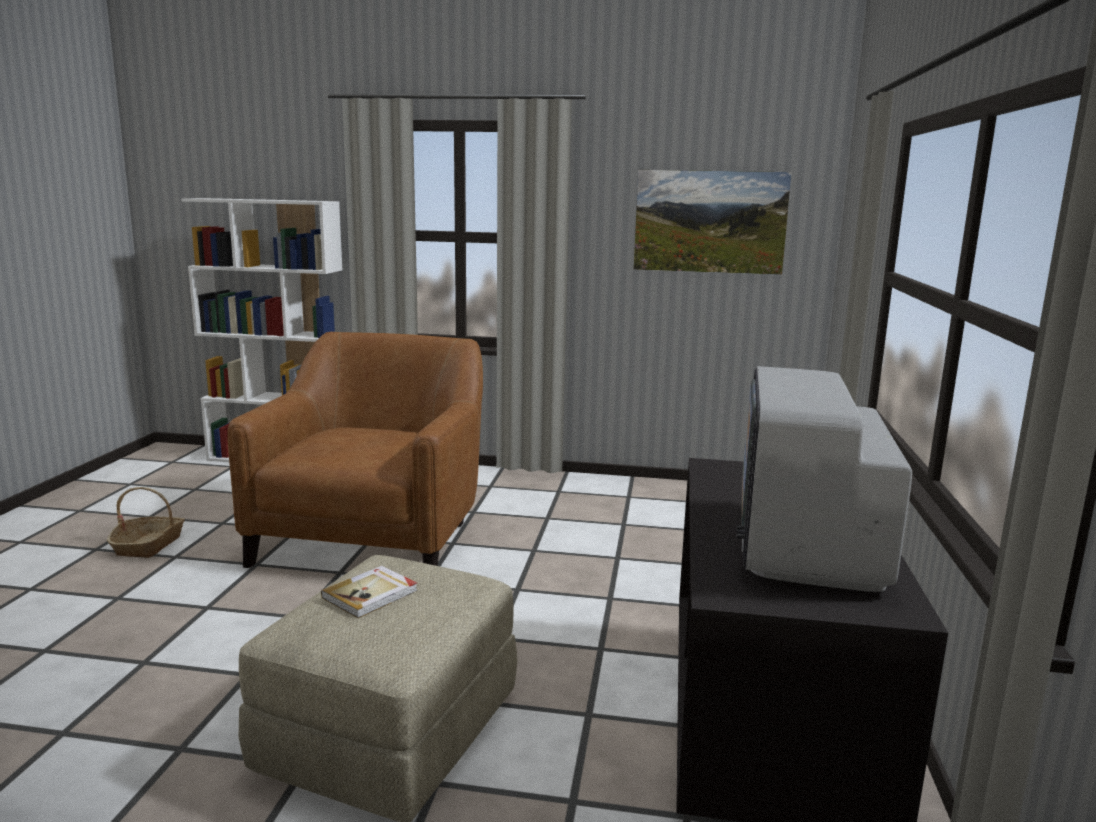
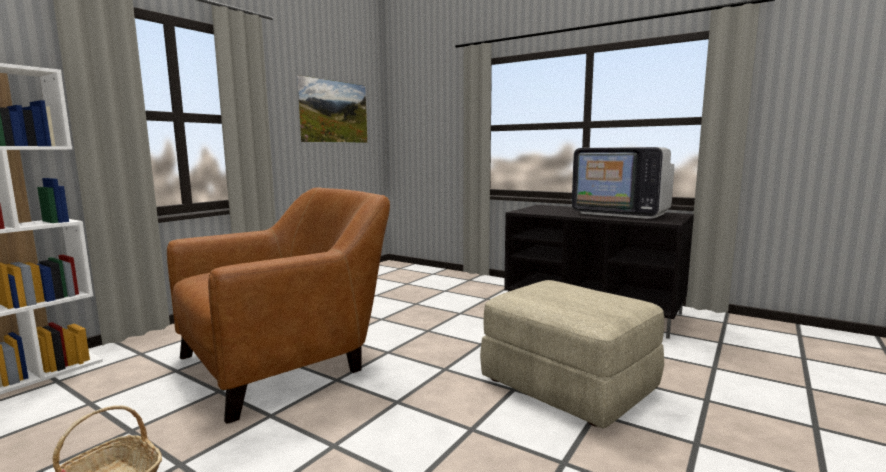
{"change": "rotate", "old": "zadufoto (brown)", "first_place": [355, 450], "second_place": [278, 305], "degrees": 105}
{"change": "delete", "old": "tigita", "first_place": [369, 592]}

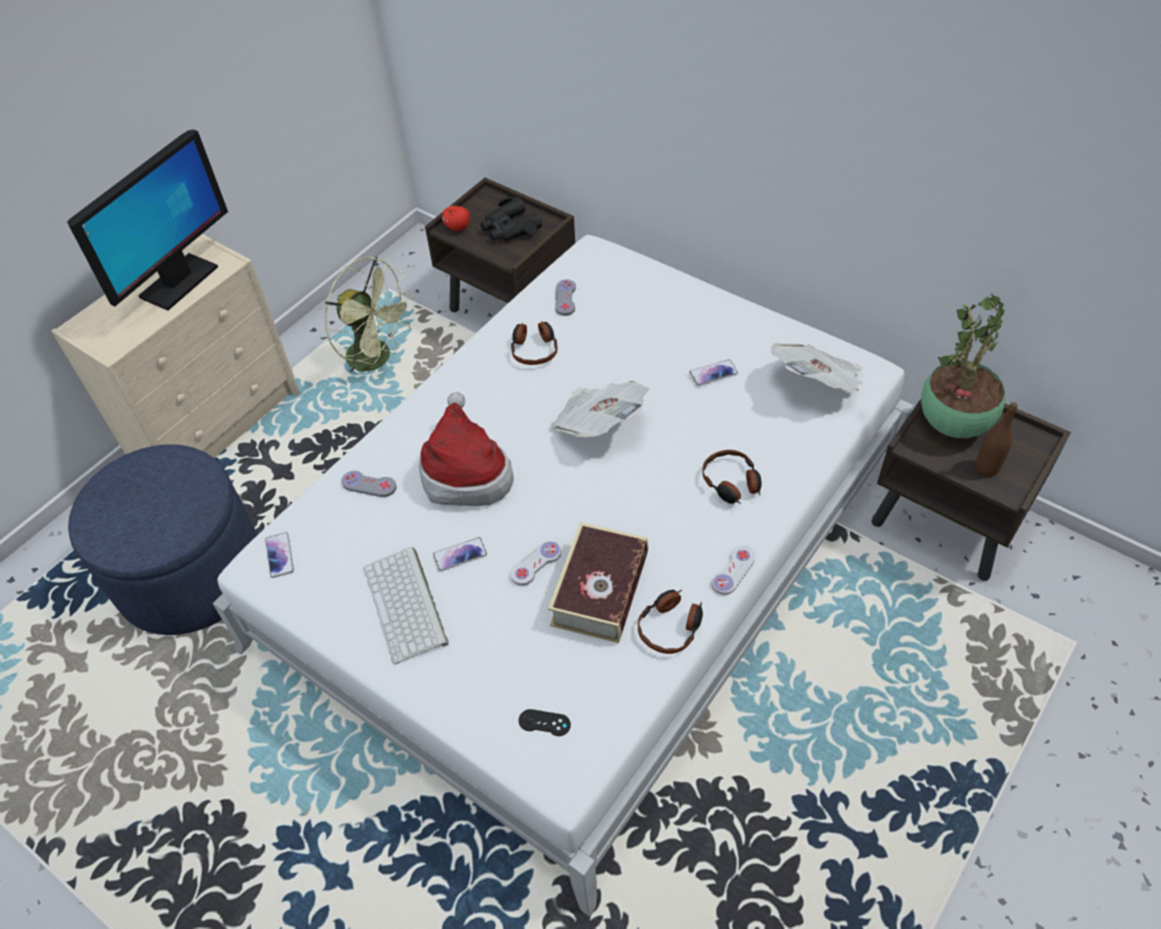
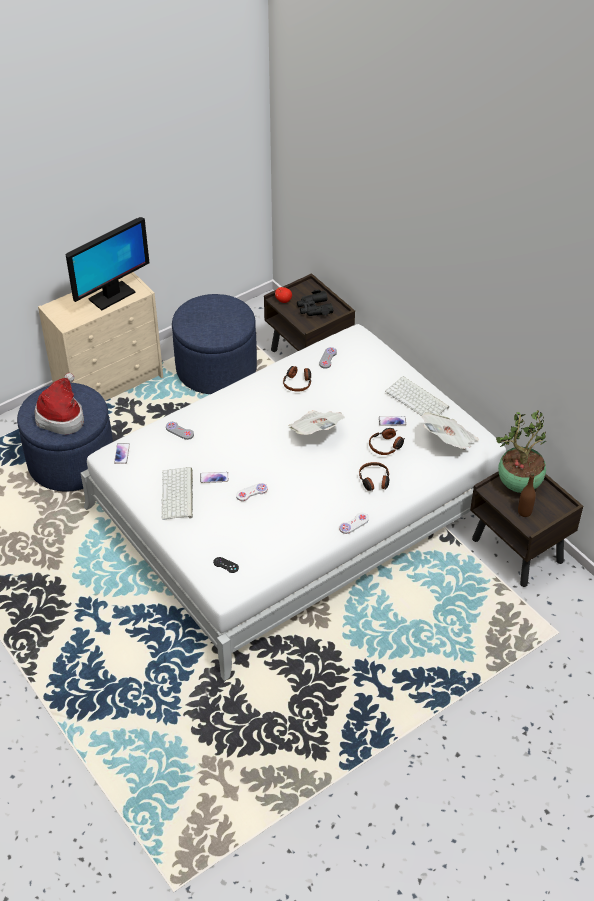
{"change": "replace", "old": "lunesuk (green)", "new": "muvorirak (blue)", "first_place": [369, 314], "second_place": [214, 344]}
{"change": "move", "old": "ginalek", "first_place": [466, 449], "second_place": [59, 404]}
{"change": "delete", "old": "tigita", "first_place": [598, 582]}
{"change": "move", "old": "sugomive", "first_place": [670, 622], "second_place": [387, 441]}
{"change": "insert", "new": "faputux", "second_place": [417, 396]}

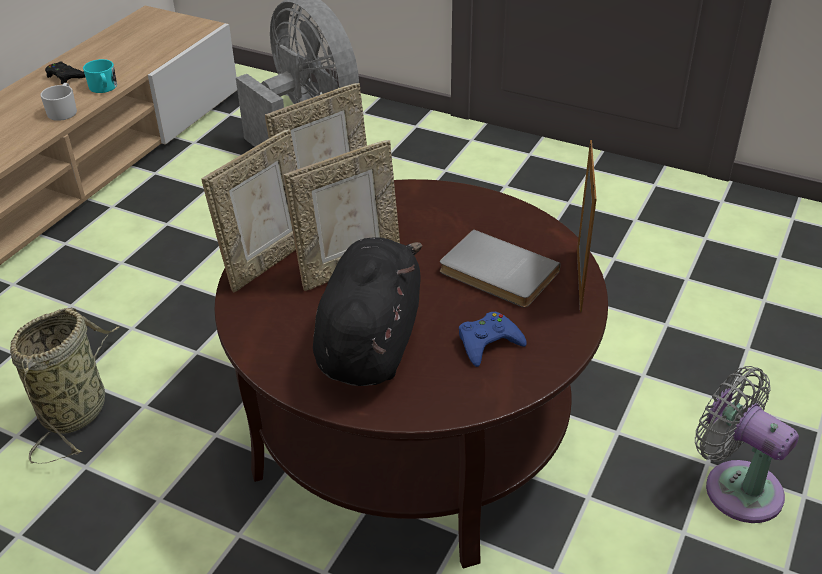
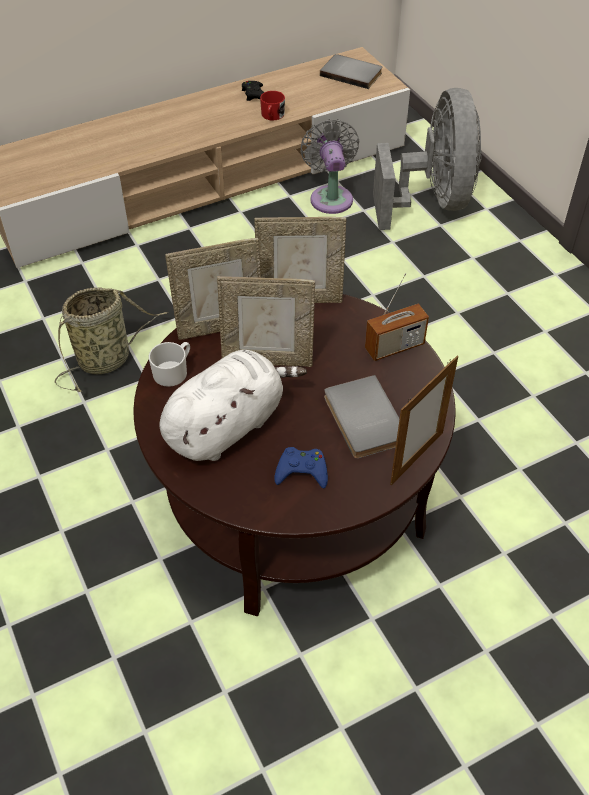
{"change": "move", "old": "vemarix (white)", "first_place": [58, 102], "second_place": [169, 364]}
{"change": "recolor", "old": "vemarix (turquoise)", "new": "vemarix (red)", "first_place": [100, 76], "second_place": [272, 105]}
{"change": "recolor", "old": "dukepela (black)", "new": "dukepela (white)", "first_place": [367, 311], "second_place": [233, 405]}
{"change": "move", "old": "lunesuk (grey)", "first_place": [747, 444], "second_place": [330, 166]}
{"change": "insert", "new": "tigita (grey)", "second_place": [351, 71]}
{"change": "insert", "new": "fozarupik", "second_place": [397, 317]}

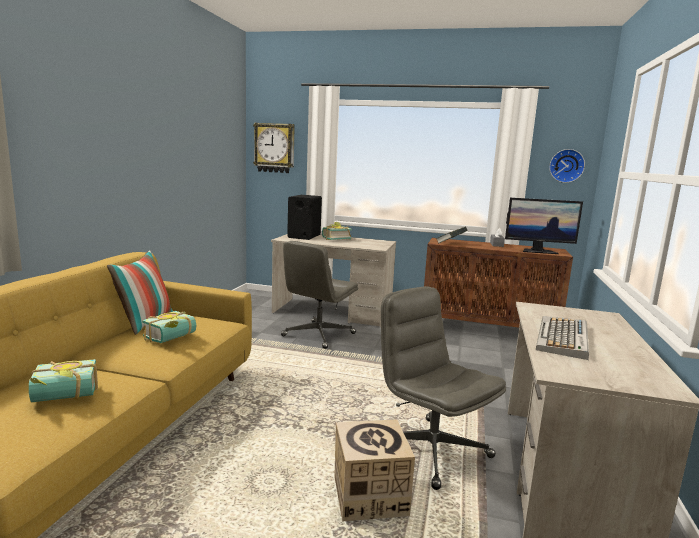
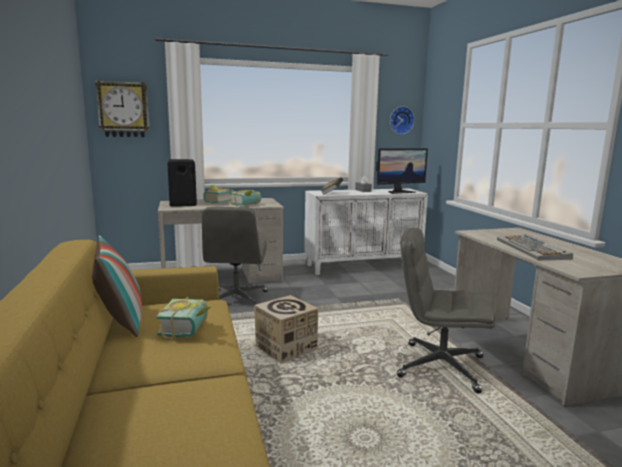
{"change": "move", "old": "tigita", "first_place": [63, 380], "second_place": [245, 198]}
{"change": "move", "old": "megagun", "first_place": [374, 471], "second_place": [286, 329]}
{"change": "recolor", "old": "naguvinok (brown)", "new": "naguvinok (white)", "first_place": [498, 283], "second_place": [366, 232]}

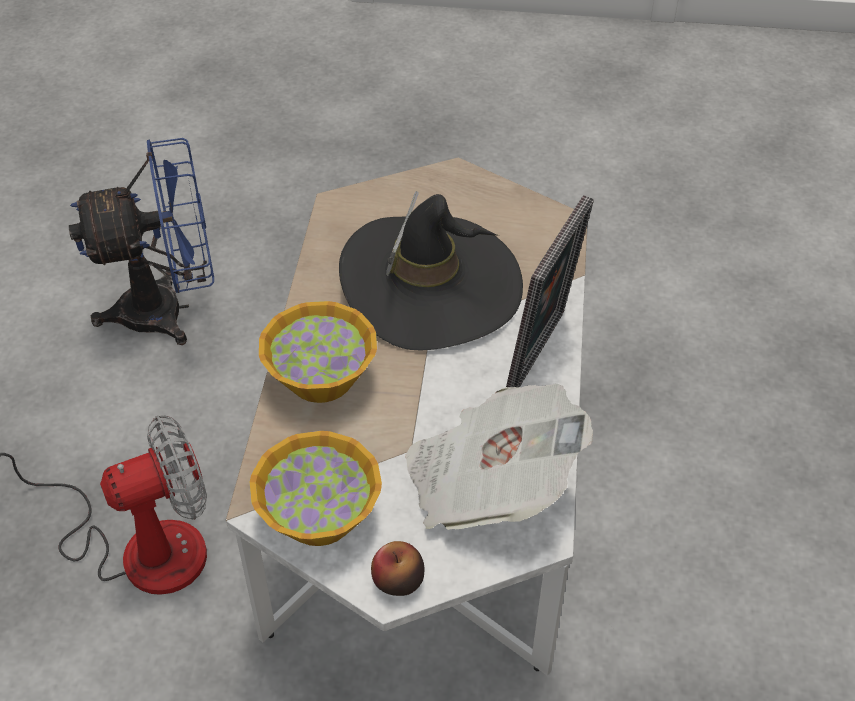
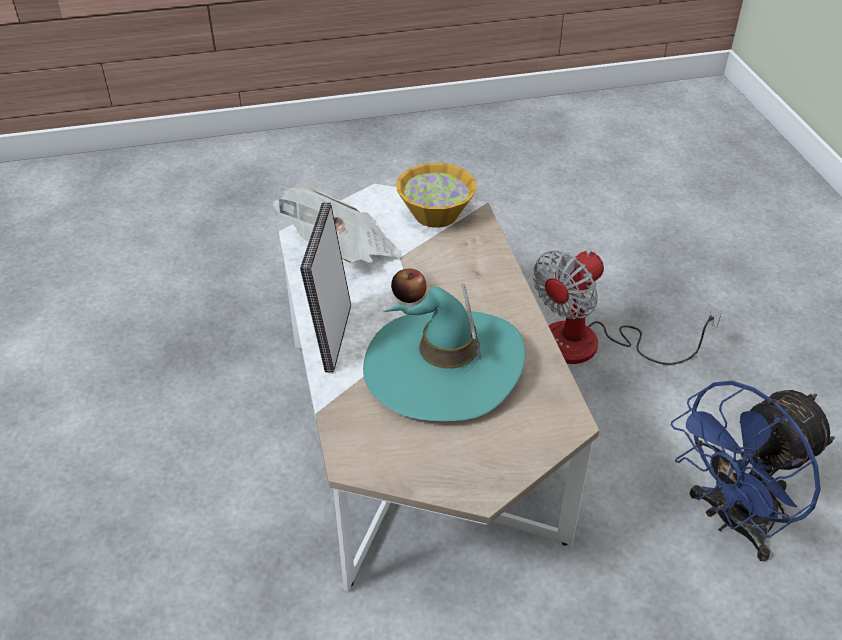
{"change": "delete", "old": "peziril", "first_place": [318, 352]}
{"change": "recolor", "old": "ginalek (black)", "new": "ginalek (turquoise)", "first_place": [431, 271], "second_place": [444, 352]}
{"change": "move", "old": "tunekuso", "first_place": [397, 568], "second_place": [408, 286]}

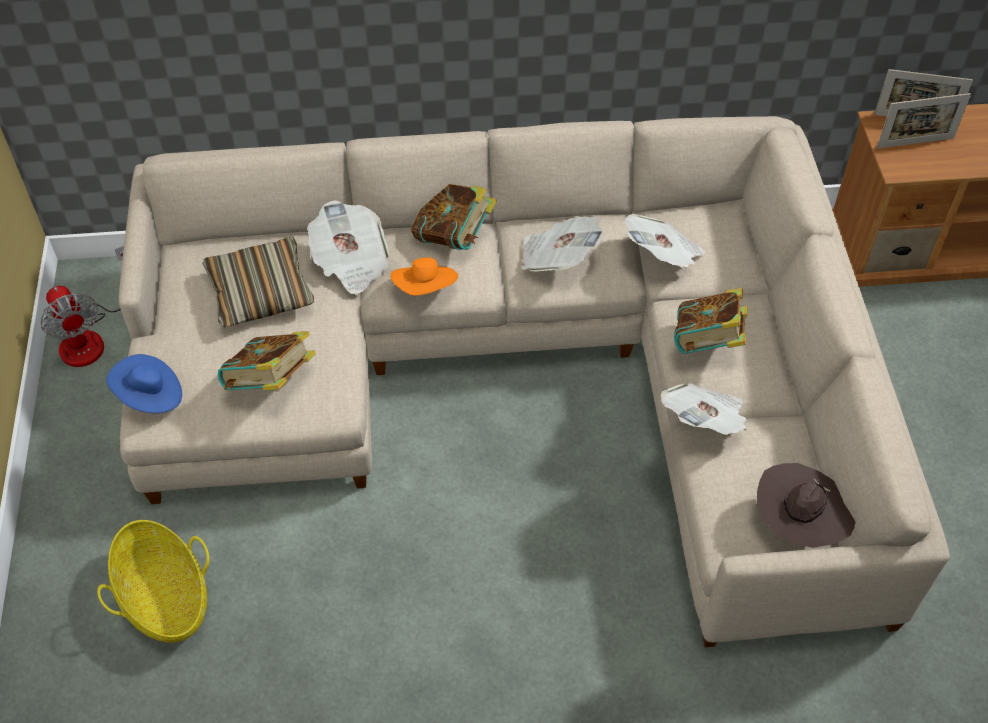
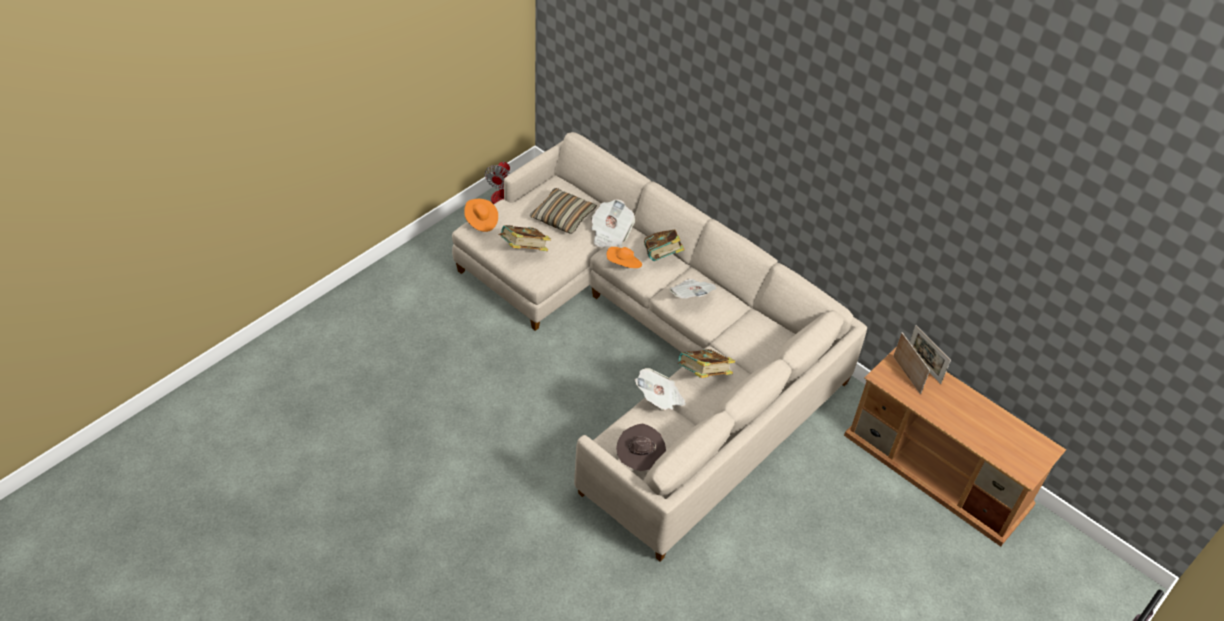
{"change": "delete", "old": "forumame", "first_place": [153, 581]}
{"change": "recolor", "old": "ginalek (blue)", "new": "ginalek (orange)", "first_place": [144, 383], "second_place": [481, 215]}
{"change": "delete", "old": "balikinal", "first_place": [665, 241]}
{"change": "rotate", "old": "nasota", "first_place": [924, 120], "second_place": [911, 363], "degrees": -150}

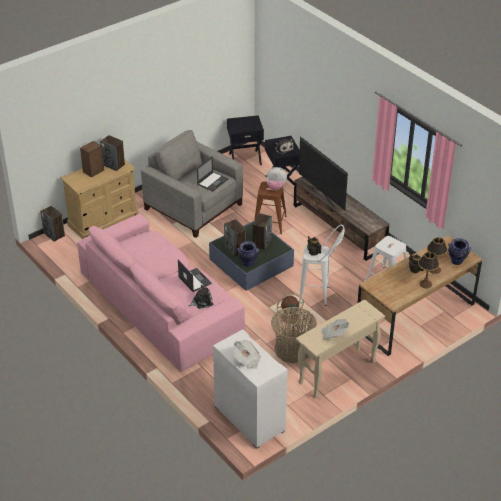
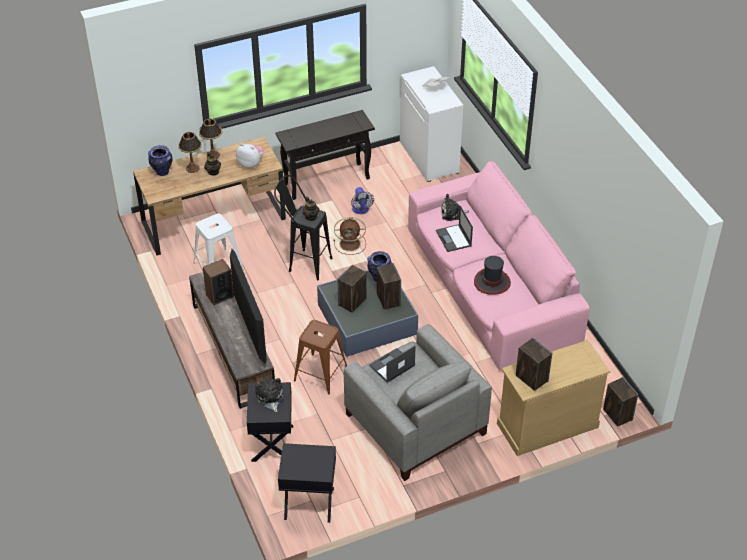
{"change": "move", "old": "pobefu", "first_place": [92, 159], "second_place": [218, 282]}
{"change": "move", "old": "dukepela", "first_place": [276, 179], "second_place": [249, 156]}
{"change": "replace", "old": "forumame", "new": "lunesuk", "first_place": [294, 335], "second_place": [362, 200]}
{"change": "recolor", "old": "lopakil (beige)", "new": "lopakil (black)", "first_place": [340, 348], "second_place": [325, 155]}
{"change": "recolor", "old": "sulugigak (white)", "new": "sulugigak (black)", "first_place": [322, 265], "second_place": [303, 227]}
{"change": "delete", "old": "balikinal", "first_place": [335, 329]}
{"change": "insert", "new": "ginalek", "second_place": [492, 275]}

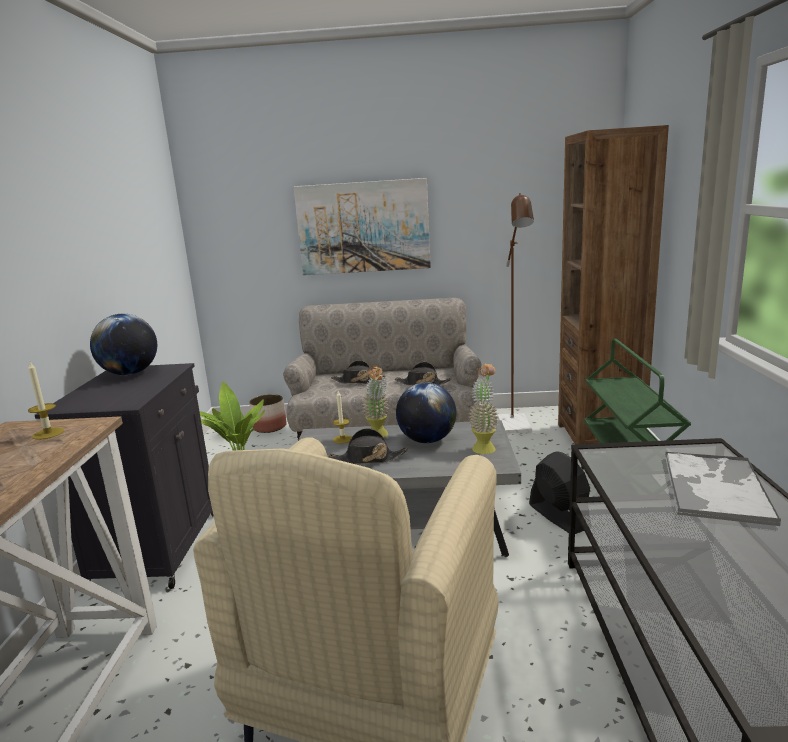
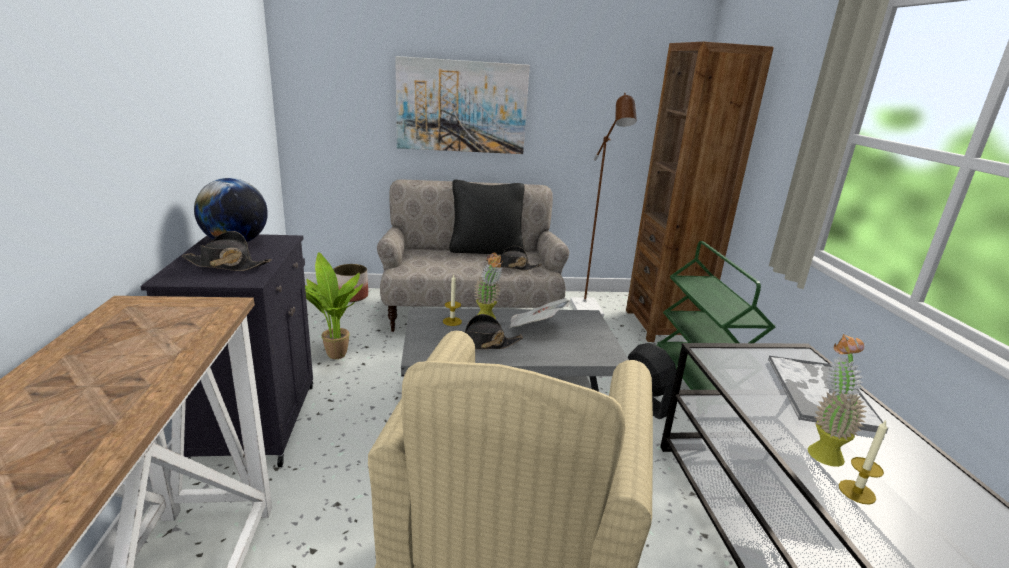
{"change": "move", "old": "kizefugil", "first_place": [46, 401], "second_place": [863, 462]}
{"change": "move", "old": "ginalek (black)", "first_place": [358, 372], "second_place": [227, 251]}
{"change": "replace", "old": "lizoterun", "new": "balikinal", "first_place": [426, 412], "second_place": [539, 313]}
{"change": "move", "old": "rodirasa", "first_place": [484, 408], "second_place": [837, 400]}
{"change": "insert", "new": "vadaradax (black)", "second_place": [487, 217]}

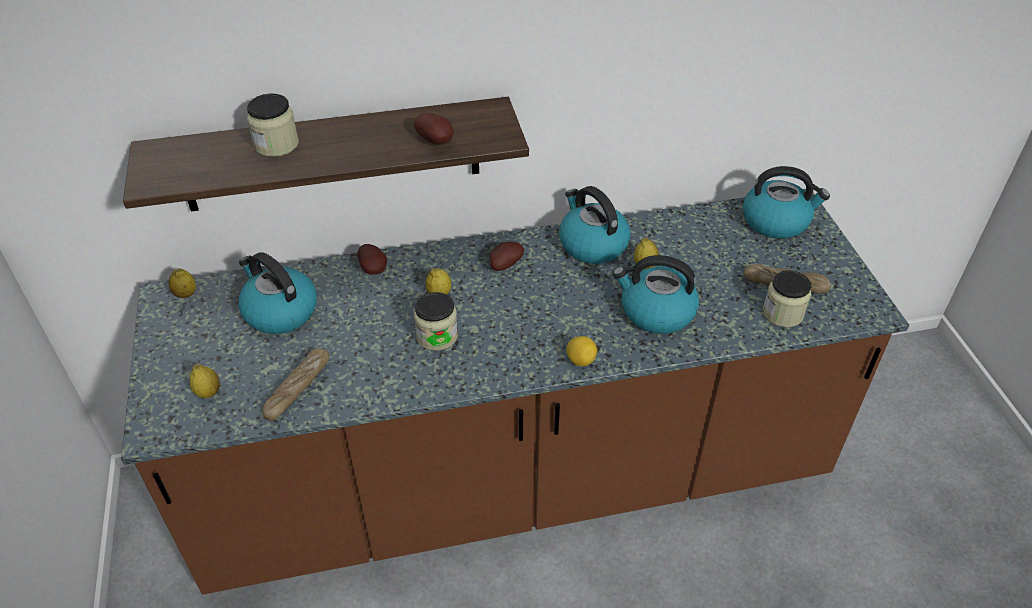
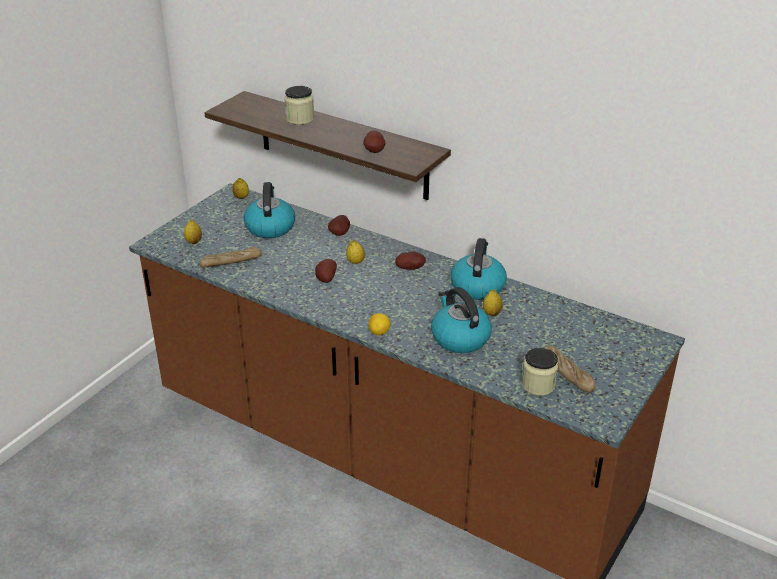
{"change": "replace", "old": "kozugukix", "new": "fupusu", "first_place": [436, 321], "second_place": [326, 271]}
{"change": "delete", "old": "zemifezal", "first_place": [786, 202]}

